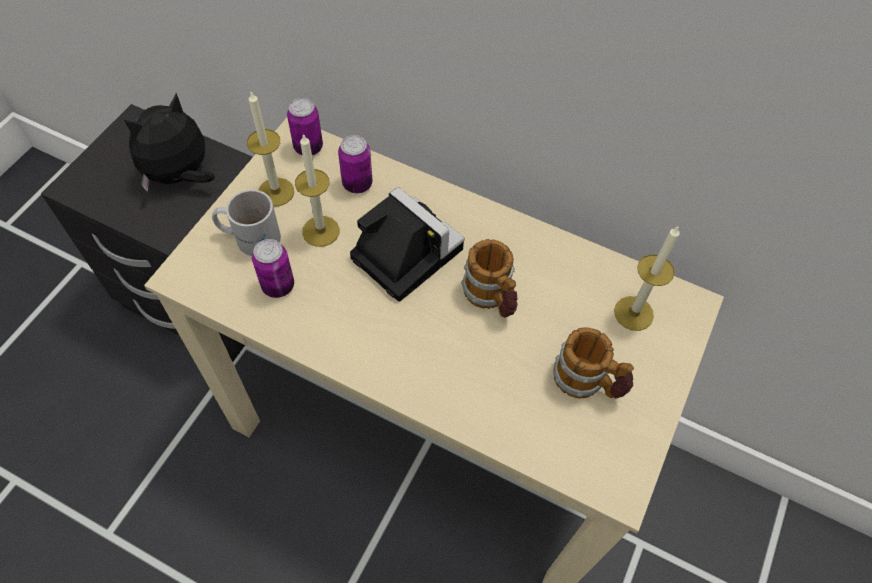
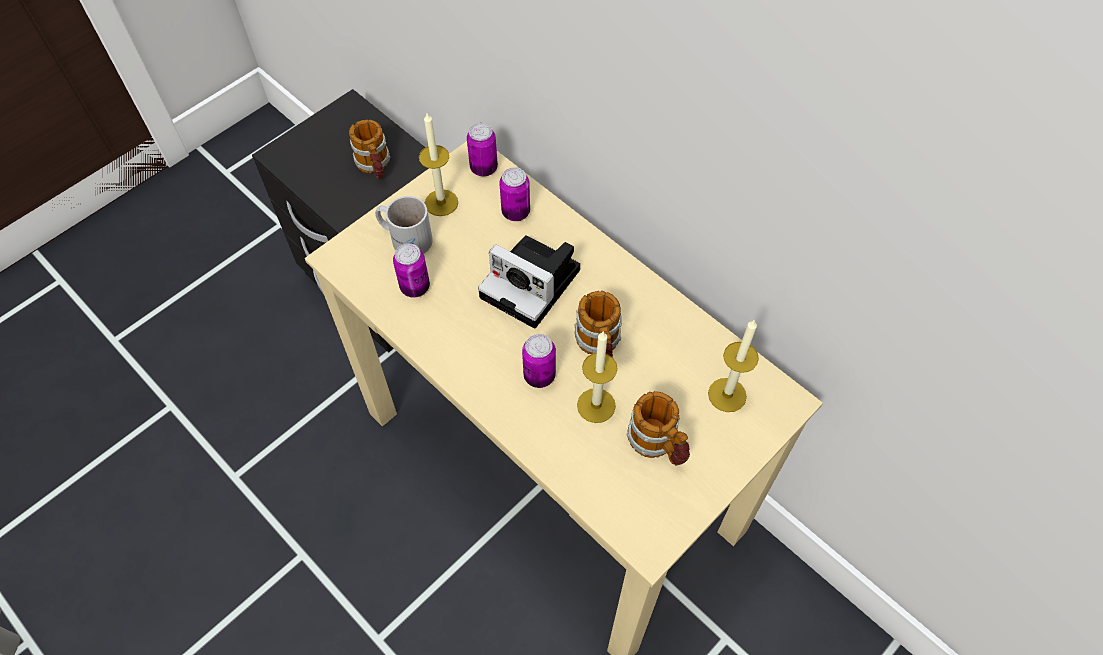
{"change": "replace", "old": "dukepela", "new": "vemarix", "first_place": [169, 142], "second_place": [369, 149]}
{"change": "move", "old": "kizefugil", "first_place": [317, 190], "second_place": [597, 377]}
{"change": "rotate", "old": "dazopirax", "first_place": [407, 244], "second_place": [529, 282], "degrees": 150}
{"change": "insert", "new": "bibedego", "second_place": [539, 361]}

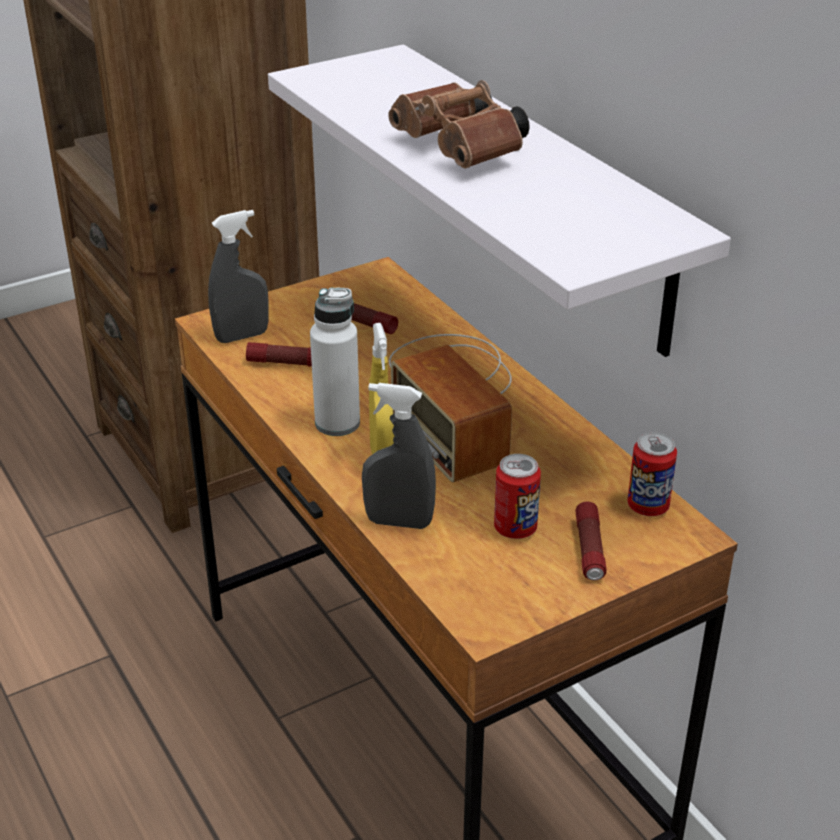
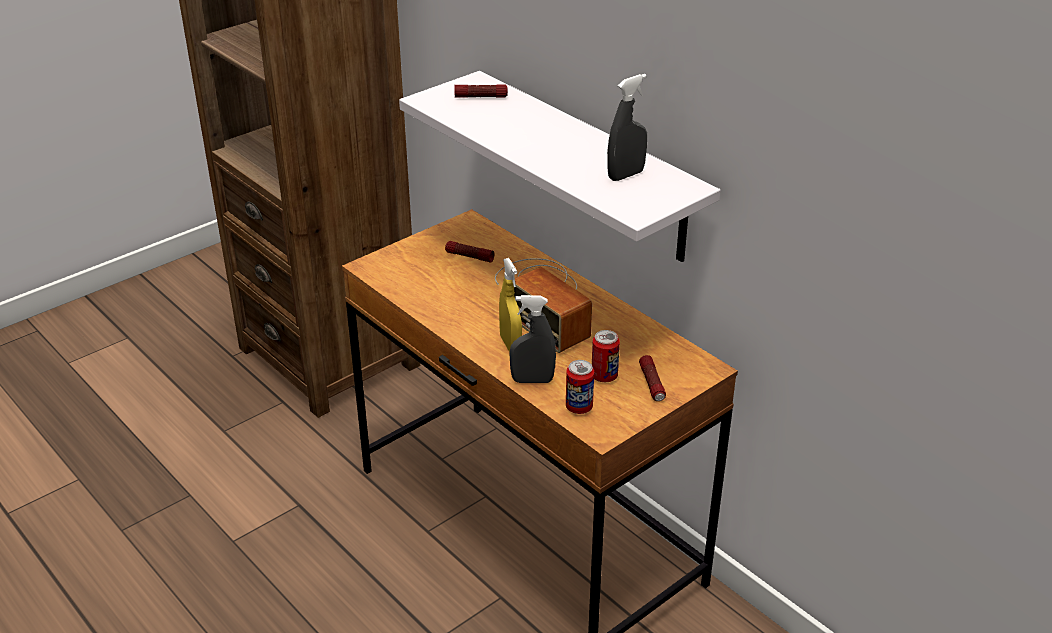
{"change": "move", "old": "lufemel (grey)", "first_place": [238, 276], "second_place": [627, 127]}
{"change": "move", "old": "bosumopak", "first_place": [279, 354], "second_place": [481, 91]}
{"change": "delete", "old": "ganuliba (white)", "first_place": [335, 362]}
{"change": "delete", "old": "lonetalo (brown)", "first_place": [459, 124]}
{"change": "move", "old": "bibedego", "first_place": [652, 474], "second_place": [580, 387]}

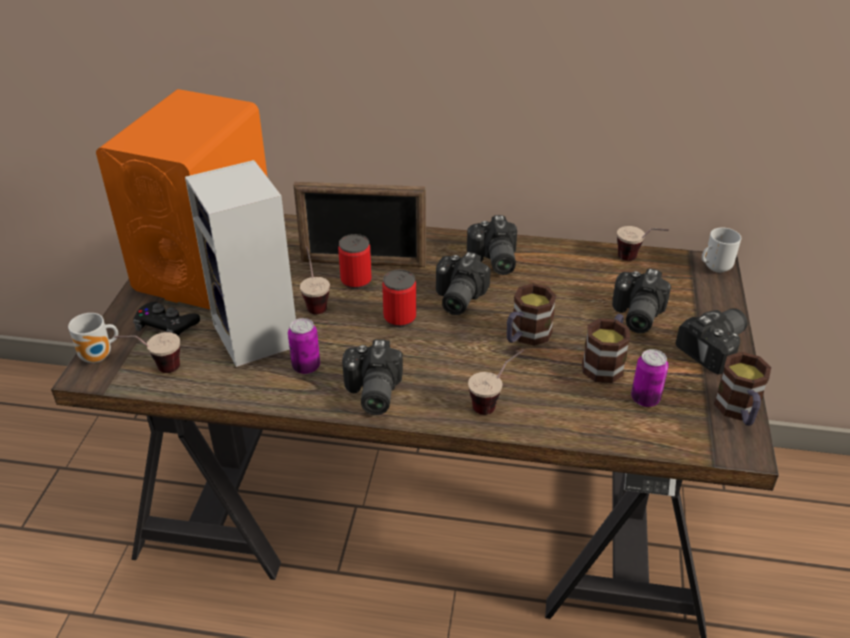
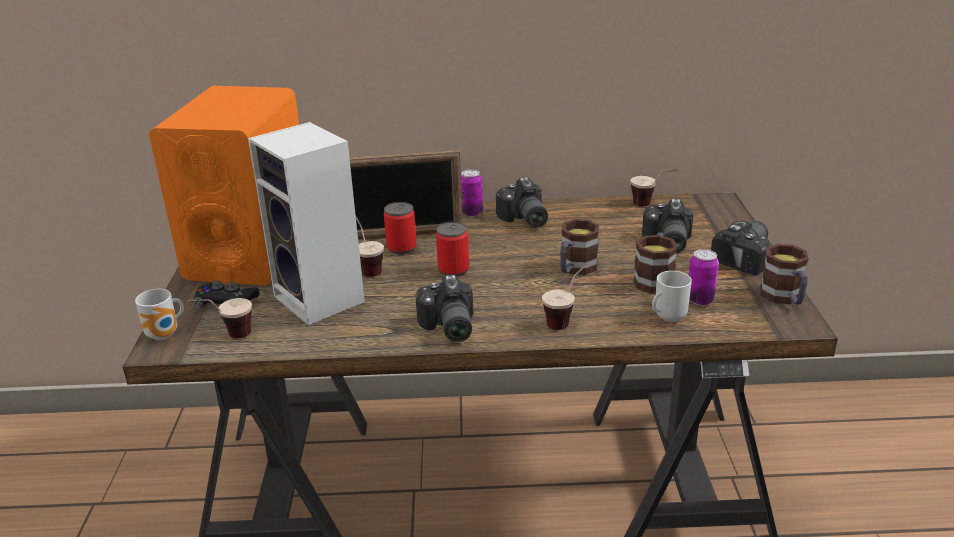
{"change": "move", "old": "bibedego", "first_place": [304, 346], "second_place": [472, 193]}
{"change": "delete", "old": "dazopirax", "first_place": [463, 283]}
{"change": "move", "old": "vemarix", "first_place": [721, 250], "second_place": [672, 296]}

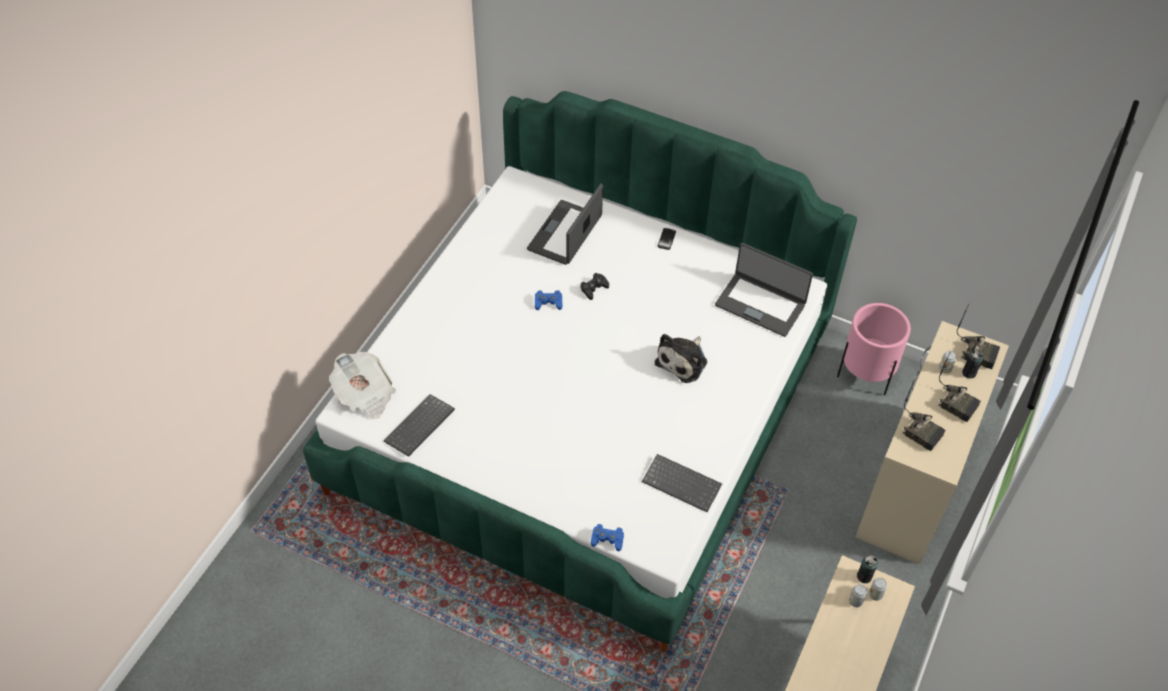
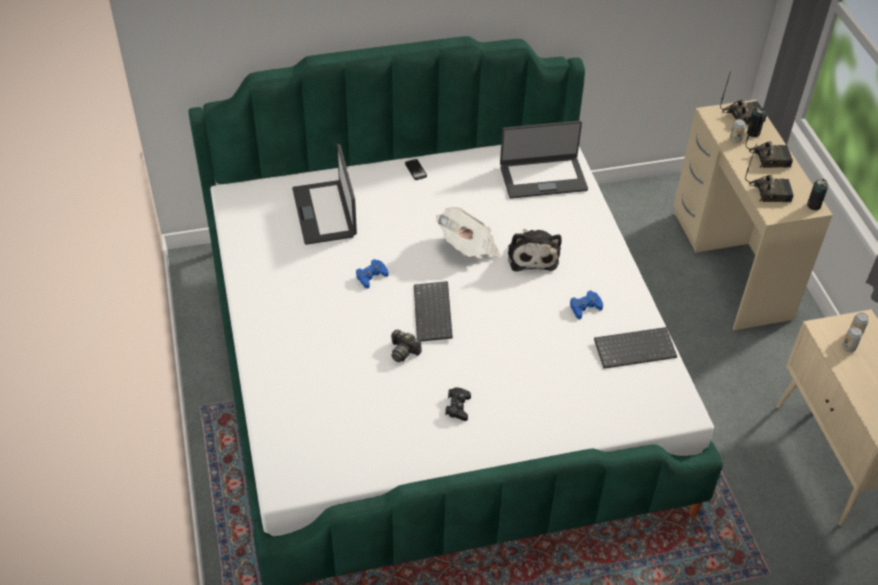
{"change": "move", "old": "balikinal", "first_place": [362, 385], "second_place": [468, 233]}
{"change": "move", "old": "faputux", "first_place": [419, 425], "second_place": [433, 311]}
{"change": "move", "old": "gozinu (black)", "first_place": [594, 286], "second_place": [458, 404]}
{"change": "move", "old": "gozinu (blue)", "first_place": [607, 537], "second_place": [586, 305]}
{"change": "delete", "old": "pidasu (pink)", "first_place": [874, 349]}
{"change": "move", "old": "bibedego", "first_place": [867, 569], "second_place": [817, 194]}
{"change": "insert", "new": "dazopirax", "second_place": [406, 345]}

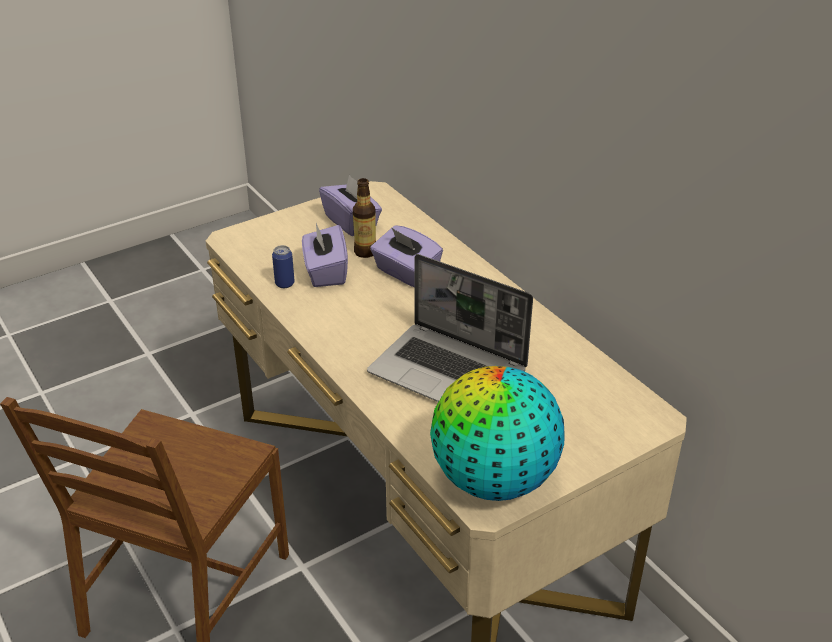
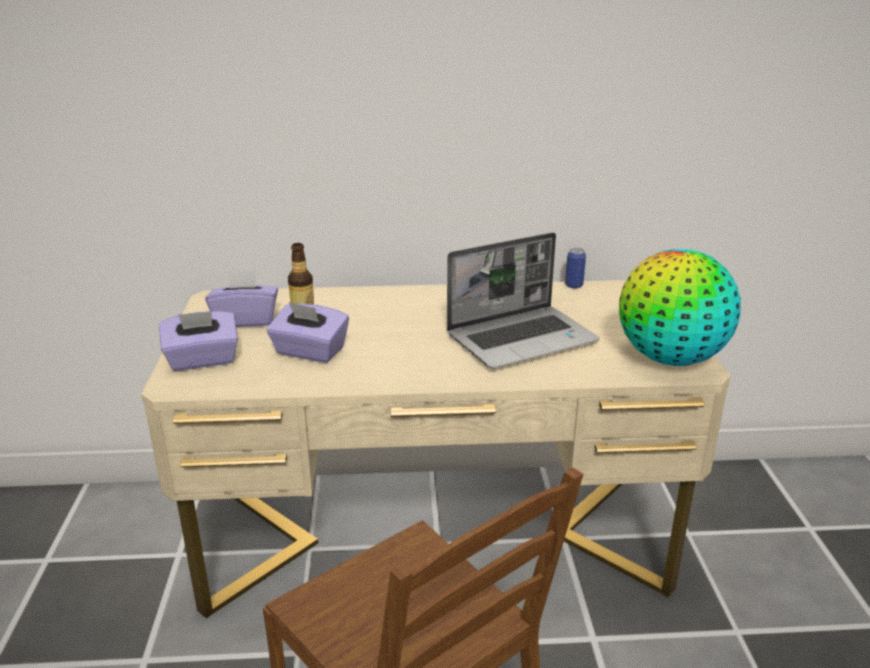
{"change": "move", "old": "bibedego", "first_place": [283, 266], "second_place": [575, 268]}
{"change": "move", "old": "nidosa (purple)", "first_place": [406, 256], "second_place": [198, 341]}

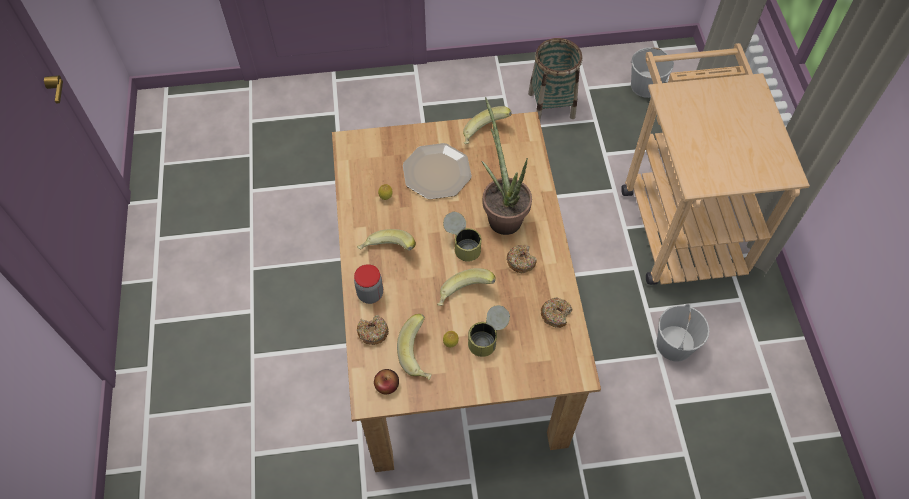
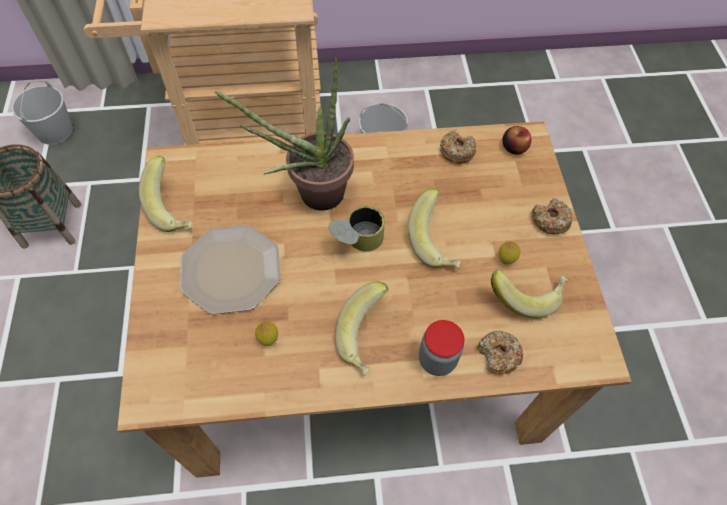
{"change": "move", "old": "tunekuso", "first_place": [386, 381], "second_place": [517, 140]}
{"change": "delete", "old": "bibedego", "first_place": [489, 331]}
{"change": "move", "old": "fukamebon", "first_place": [522, 258], "second_place": [552, 216]}

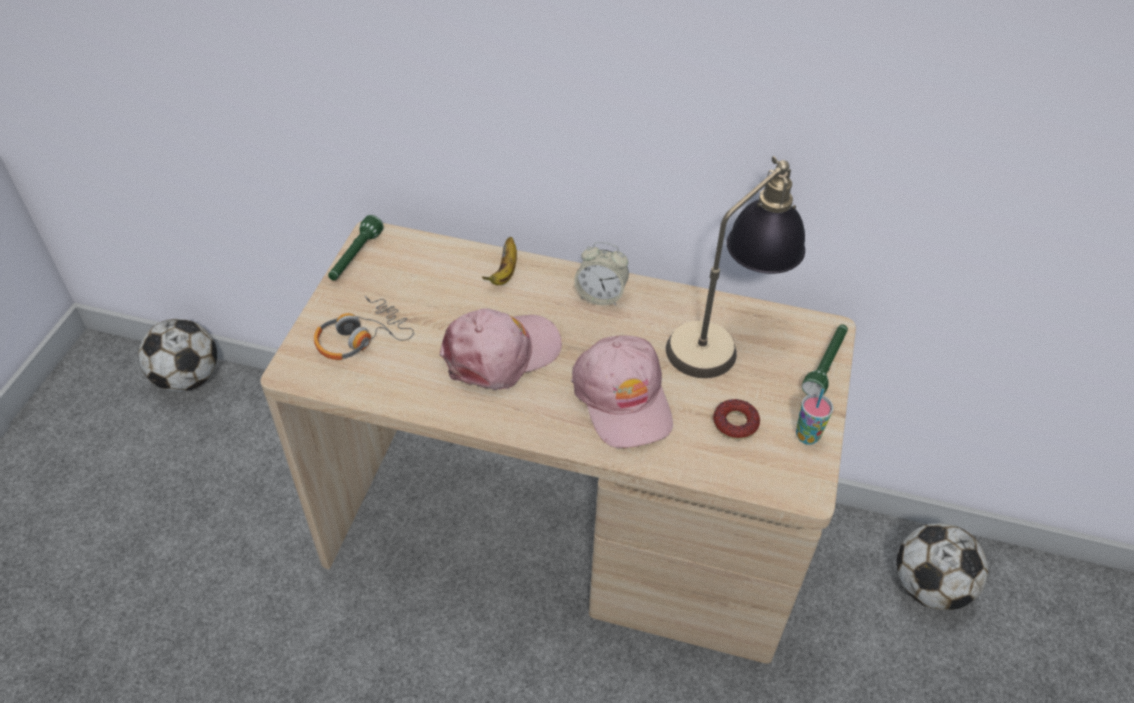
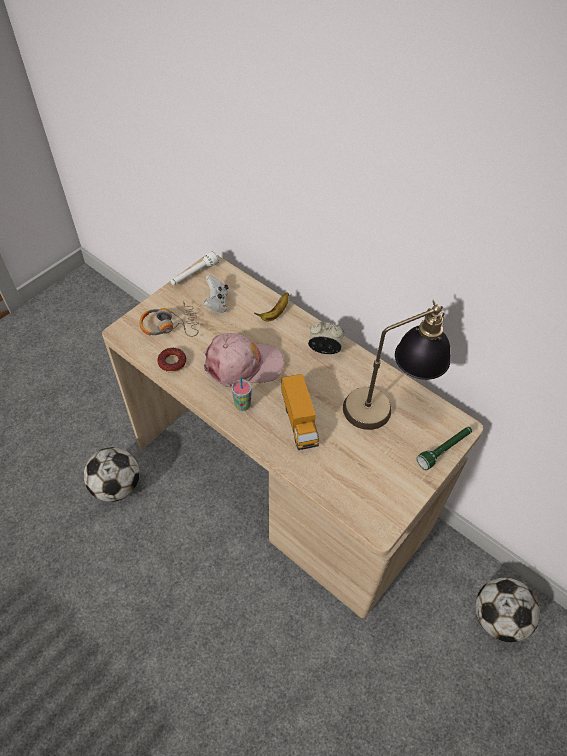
{"change": "move", "old": "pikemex", "first_place": [177, 355], "second_place": [111, 474]}
{"change": "recolor", "old": "bosumopak (green)", "new": "bosumopak (white)", "first_place": [356, 247], "second_place": [194, 268]}
{"change": "replace", "old": "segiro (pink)", "new": "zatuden", "first_place": [622, 392], "second_place": [300, 412]}
{"change": "rotate", "old": "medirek", "first_place": [601, 274], "second_place": [326, 338], "degrees": 150}
{"change": "move", "old": "fukamebon", "first_place": [736, 419], "second_place": [171, 360]}
{"change": "move", "old": "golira", "first_place": [814, 417], "second_place": [242, 394]}
{"change": "insert", "new": "gozinu (white)", "second_place": [216, 294]}

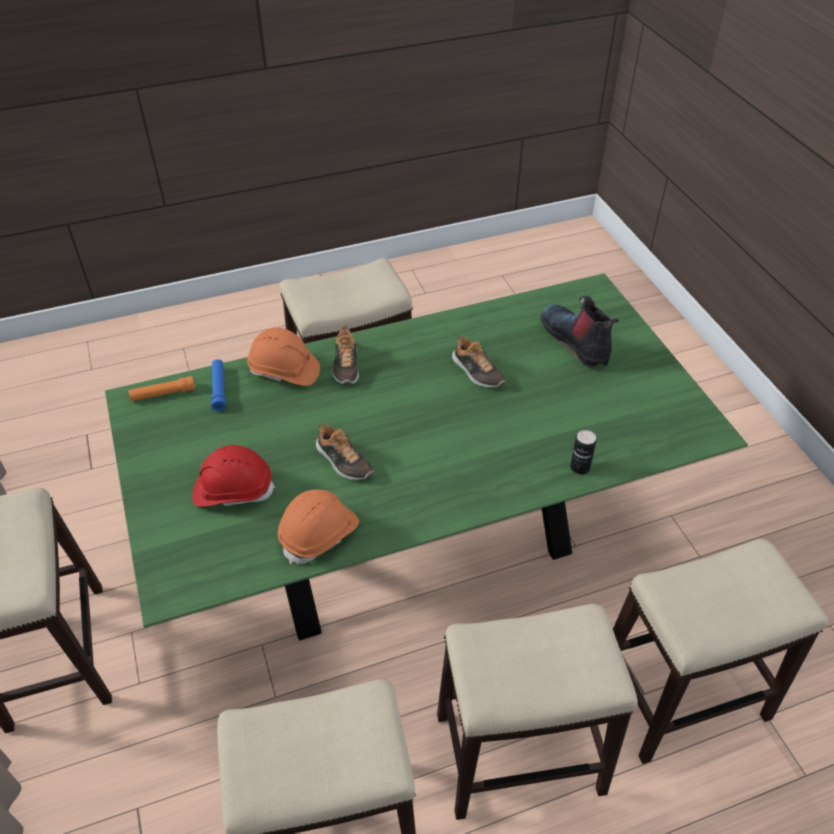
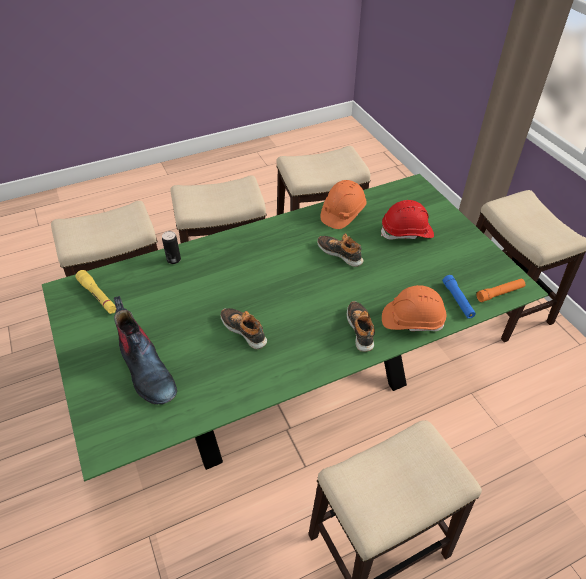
{"change": "insert", "new": "bosumopak (yellow)", "second_place": [95, 292]}

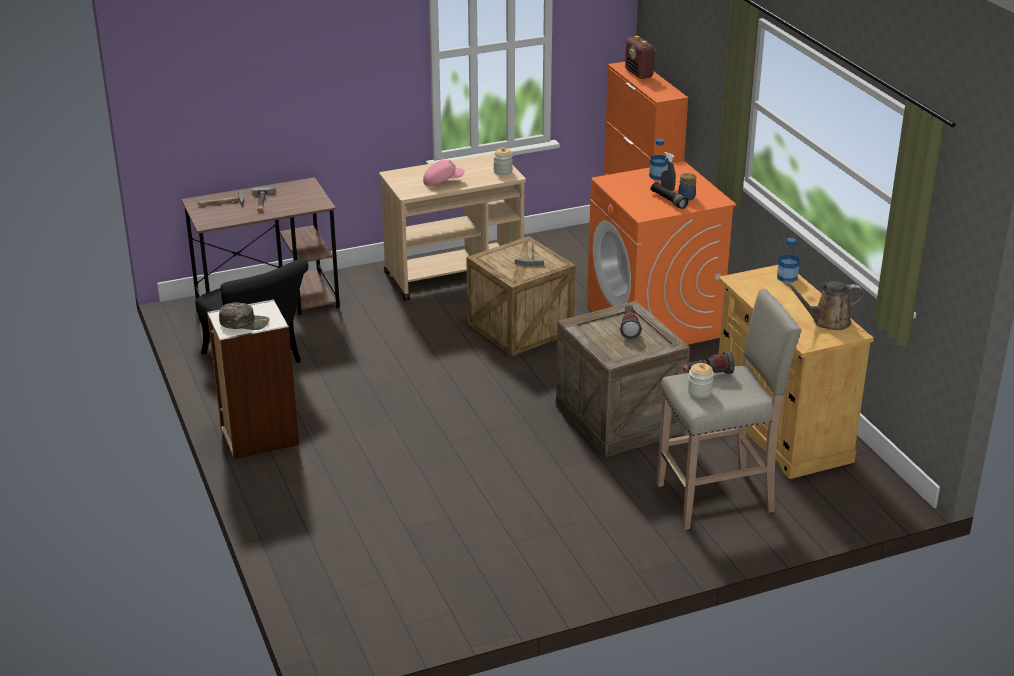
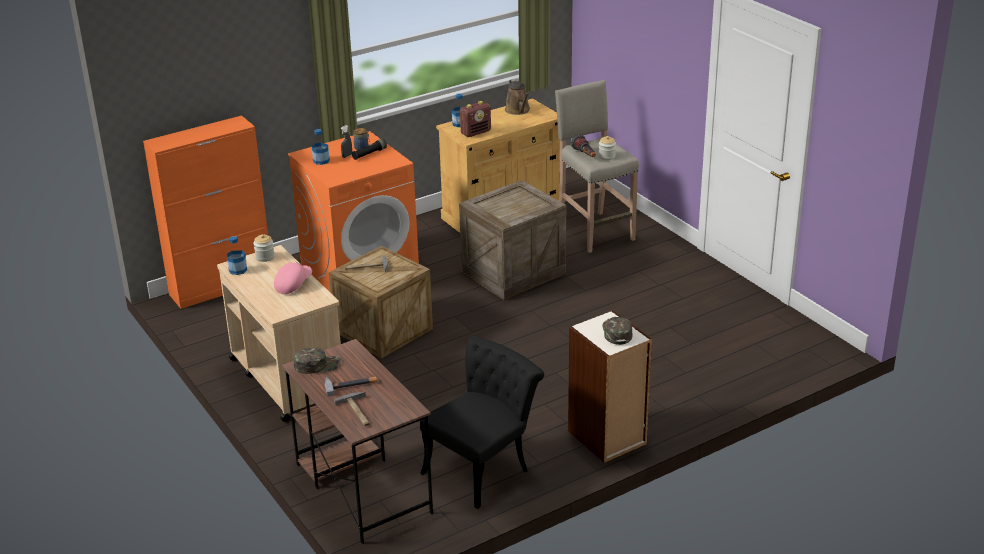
{"change": "rotate", "old": "segiro (pink)", "first_place": [444, 173], "second_place": [293, 278], "degrees": 60}
{"change": "delete", "old": "bosumopak", "first_place": [631, 322]}
{"change": "move", "old": "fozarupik", "first_place": [640, 57], "second_place": [475, 119]}
{"change": "insert", "new": "ganuliba", "second_place": [237, 255]}
{"change": "insert", "new": "segiro (green)", "second_place": [317, 361]}

